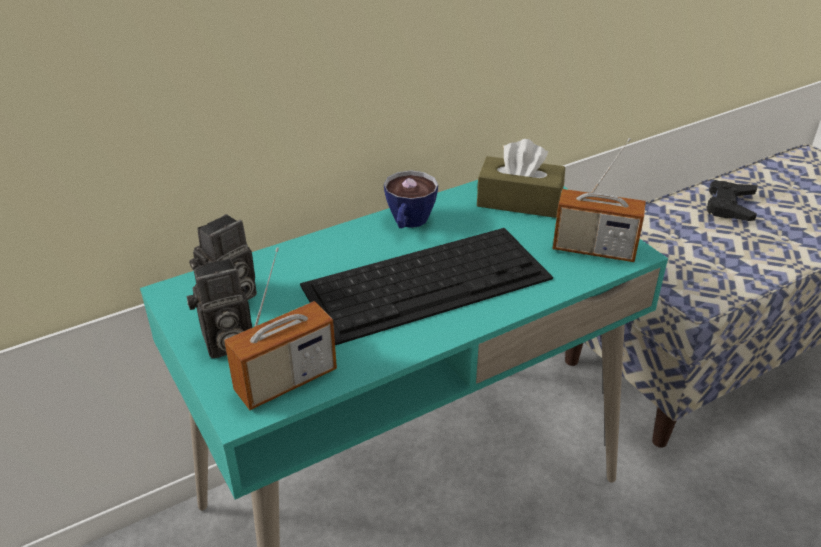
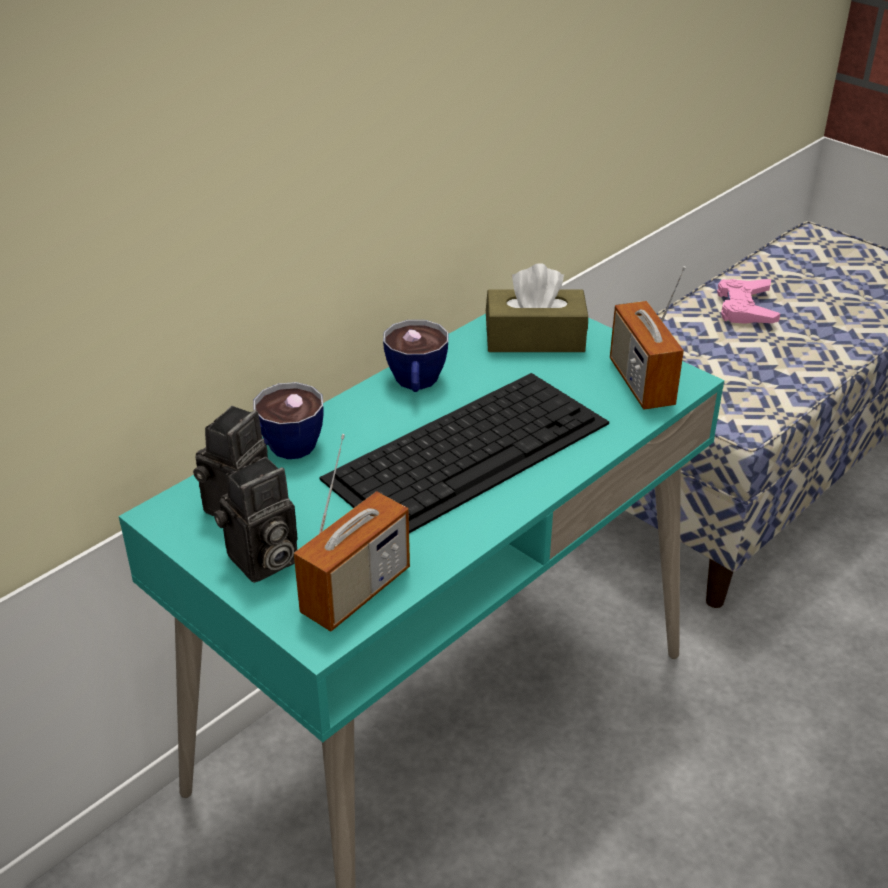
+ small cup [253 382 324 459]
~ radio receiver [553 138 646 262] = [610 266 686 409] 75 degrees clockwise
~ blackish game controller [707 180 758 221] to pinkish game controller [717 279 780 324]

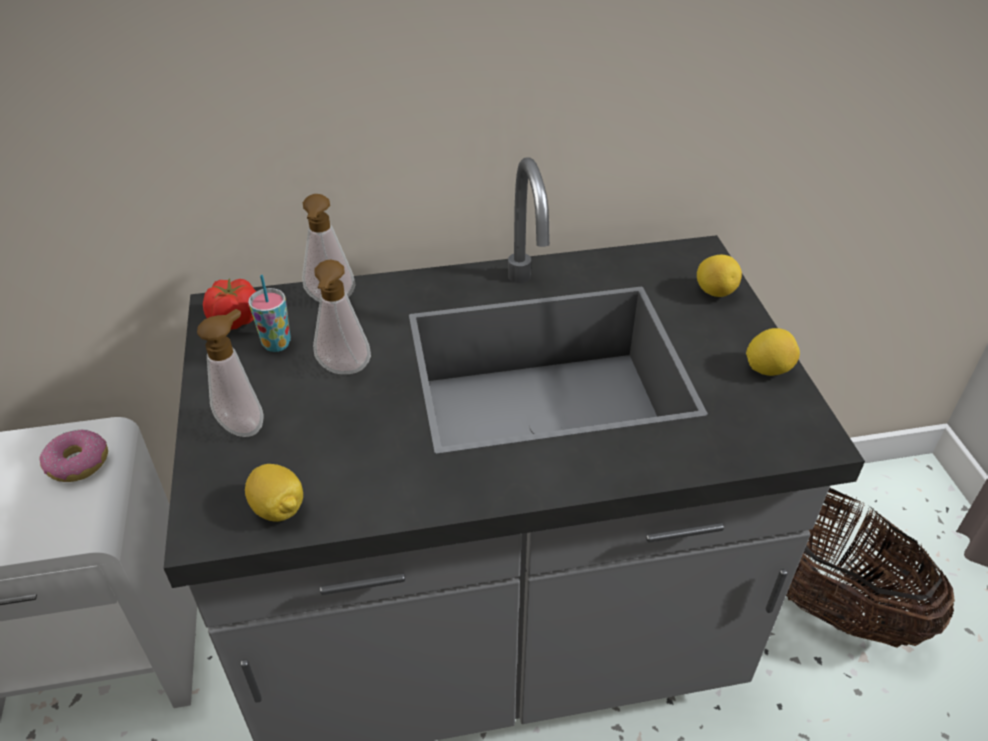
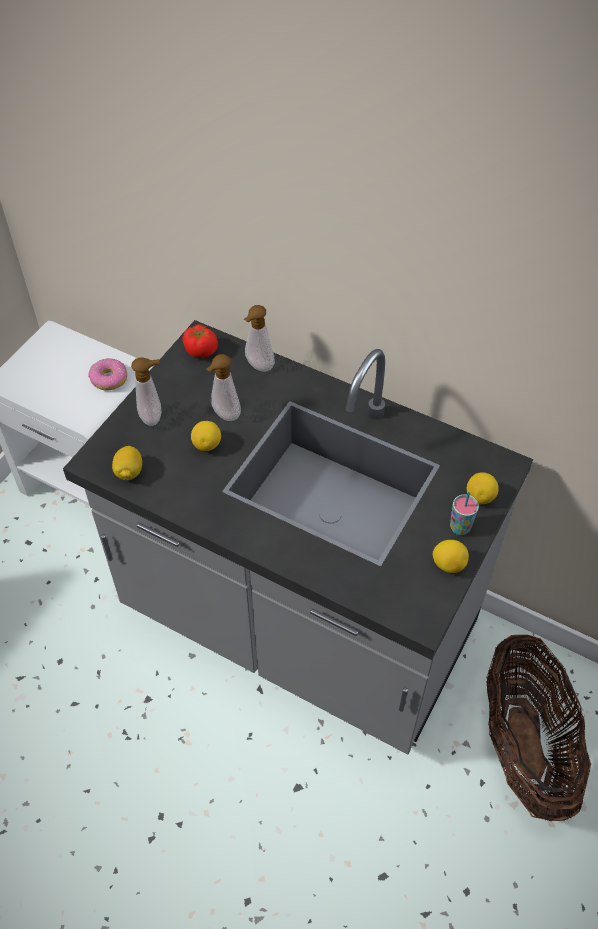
+ lemon [191 421 221 451]
~ small cup [248 275 291 352] to [450 492 479 535]

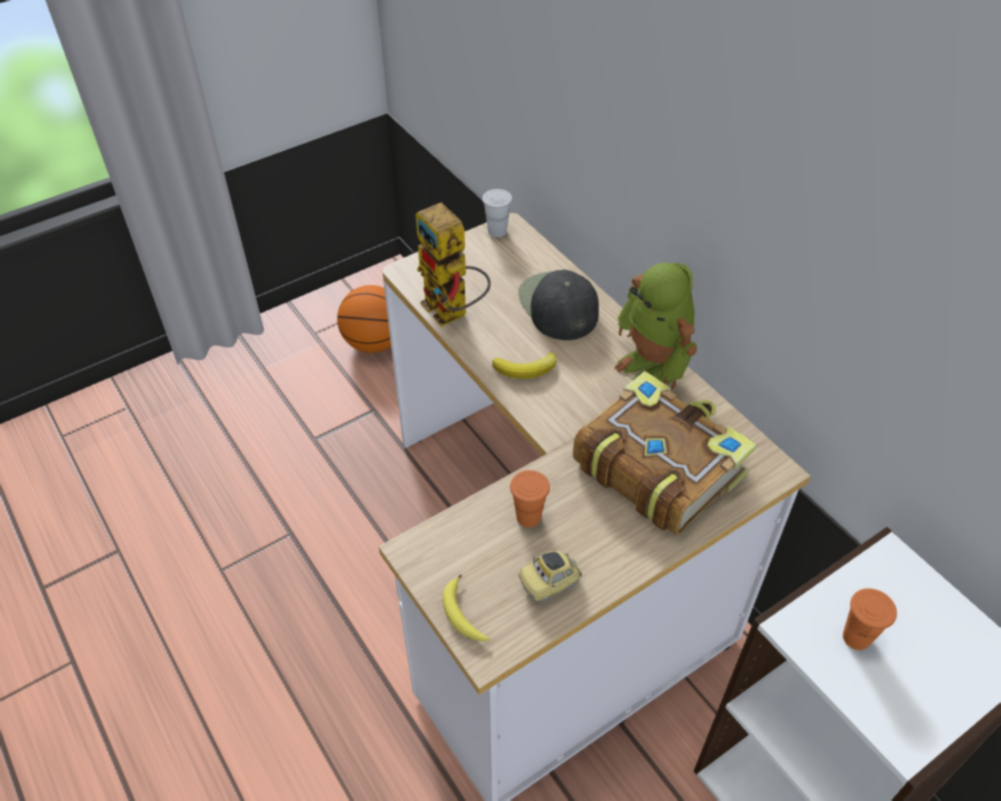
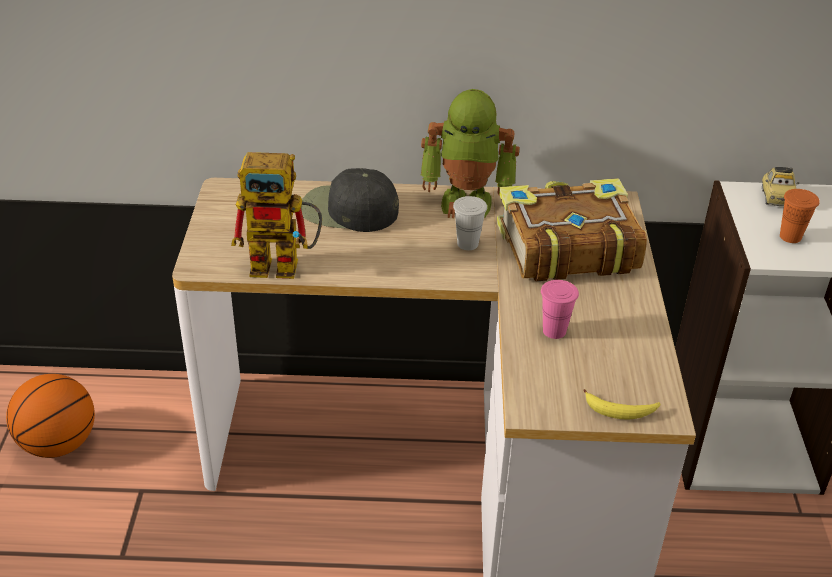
~ whitish small cup [482 189 512 237] to [453 196 487 250]
~ orange small cup [510 470 550 528] to pinkish small cup [541 280 579 339]
~ toy car [518 551 582 602] to [762 167 799 206]
- whole banana [492 352 556 379]

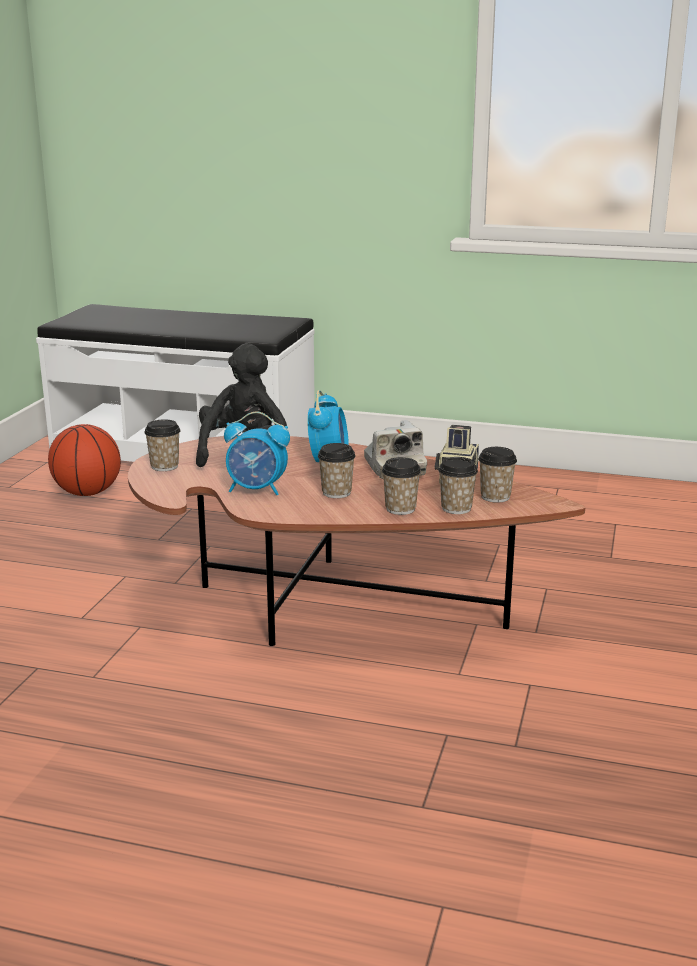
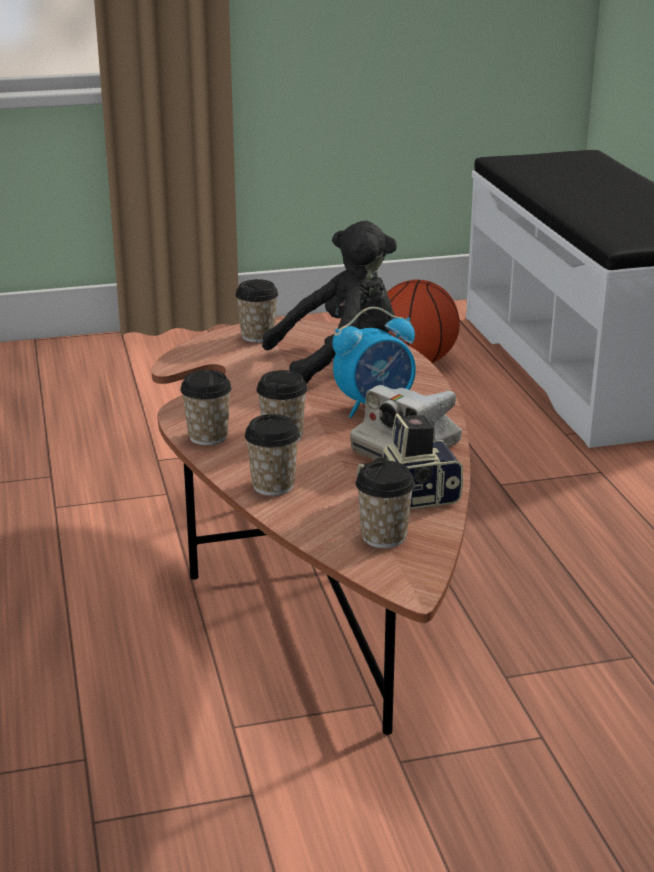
~ small cup [438 457 478 514] to [180 370 232 445]
- table clock [224 411 290 495]

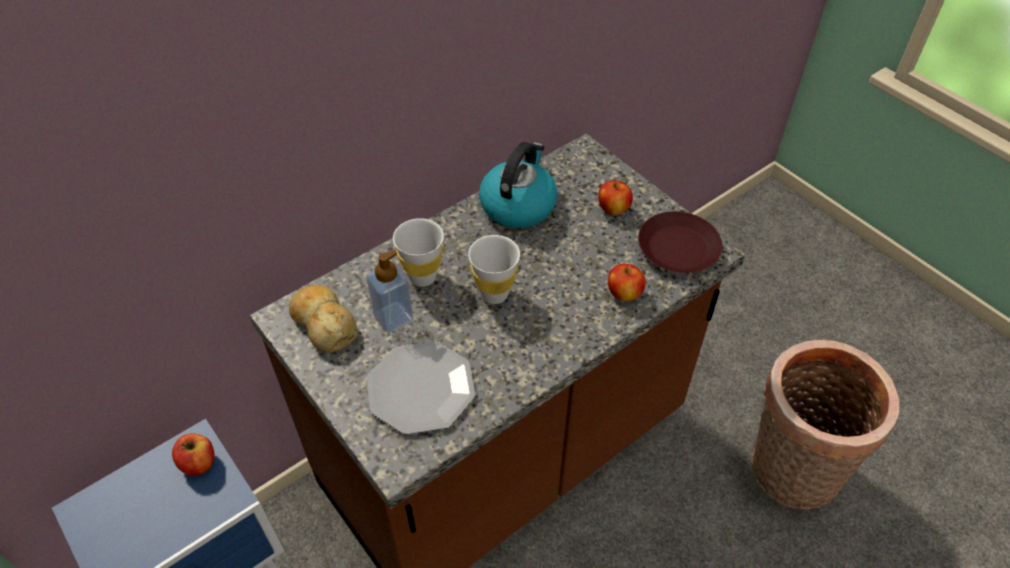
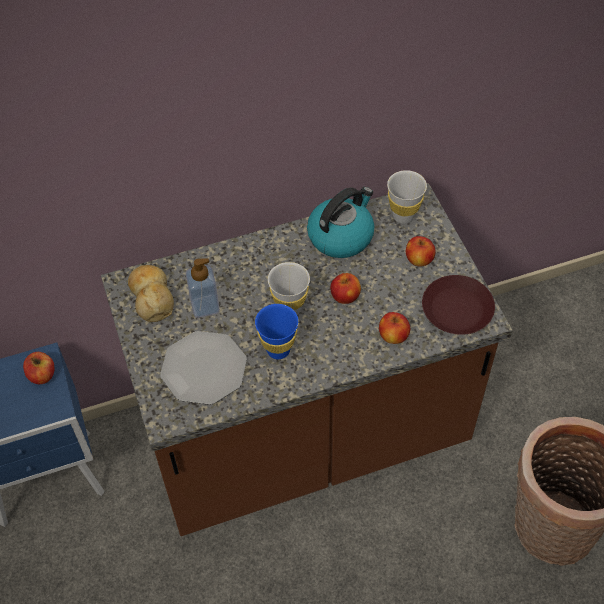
+ blue small cup [255 304 299 359]
+ apple fruit [330 273 361 304]
~ whitish small cup [393 218 444 287] to [387 170 427 224]

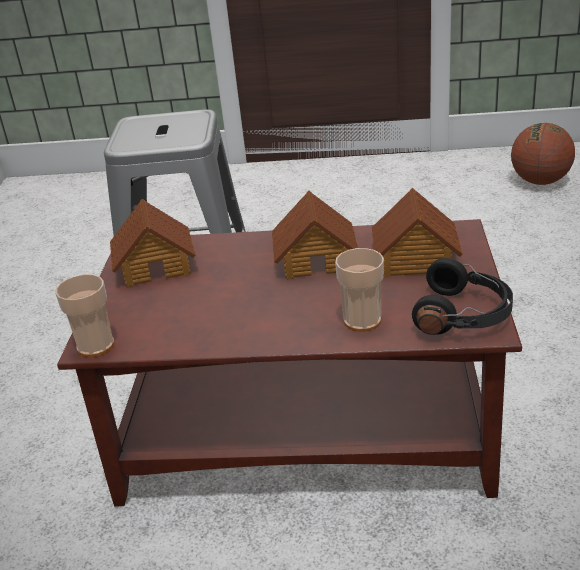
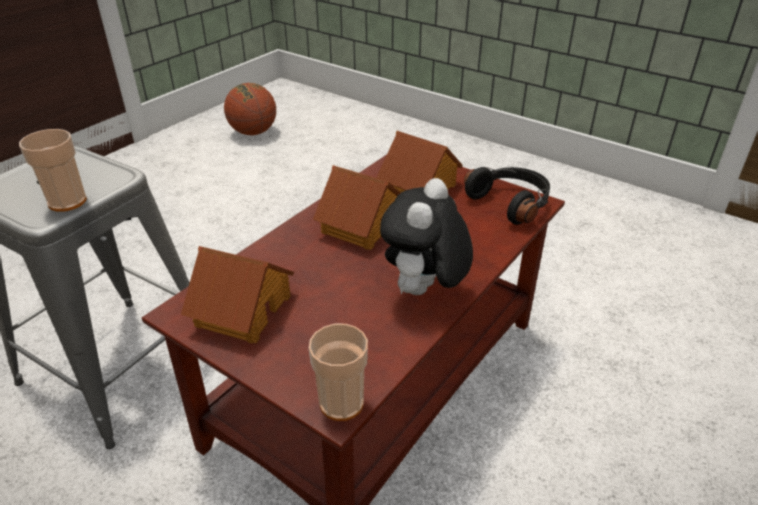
~ small cup [335 248 384 332] to [19 129 87 212]
+ soft toy [380 178 473 295]

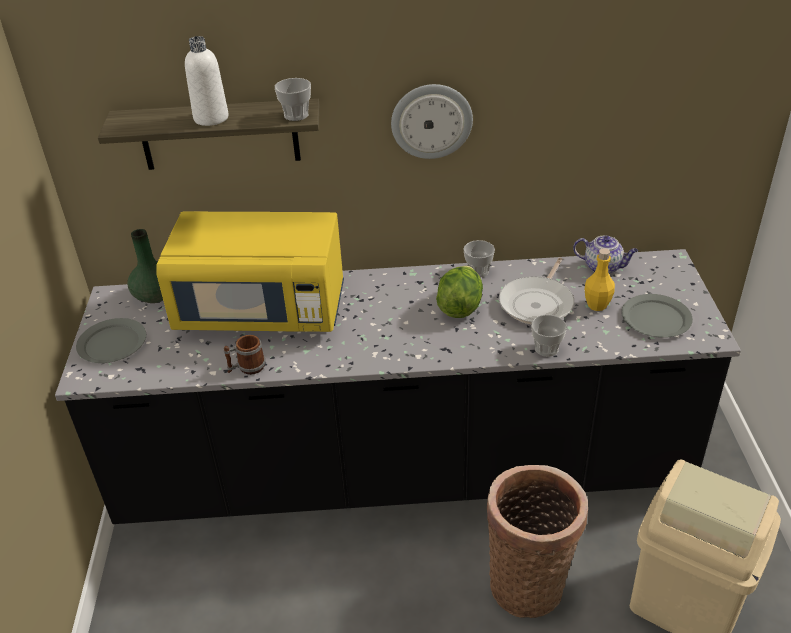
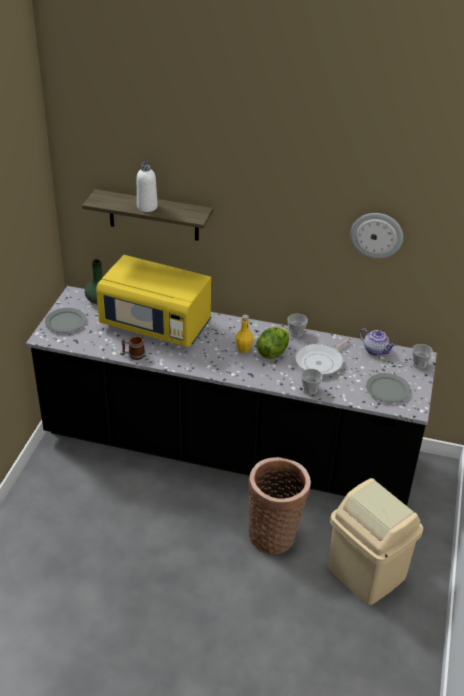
~ yellow drink bottle [585 248 615 311] to [235 315 254 353]
~ hanging clock [391 84 473 159] to [350 213 403 258]
~ small cup [275 78 311 121] to [412 344 433 369]

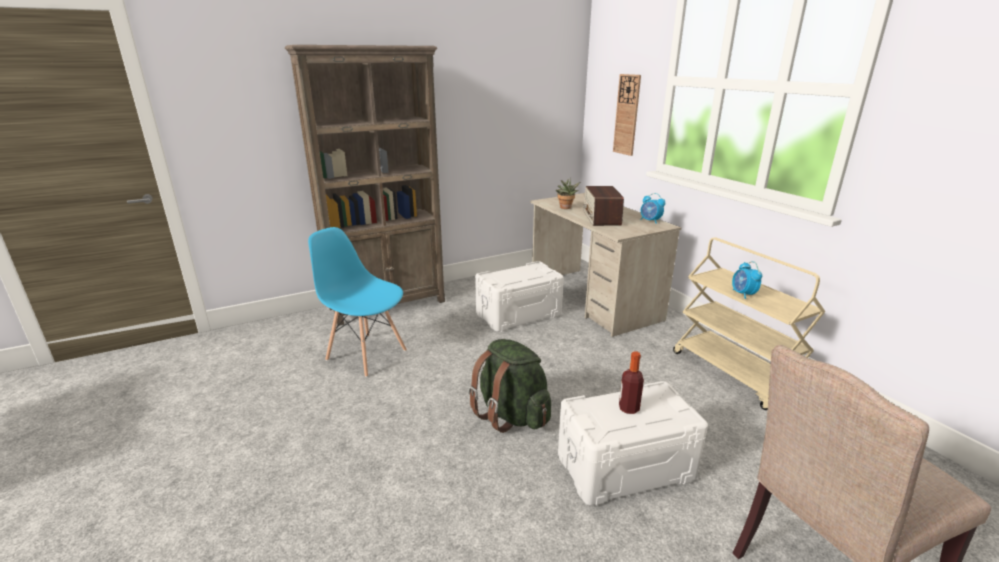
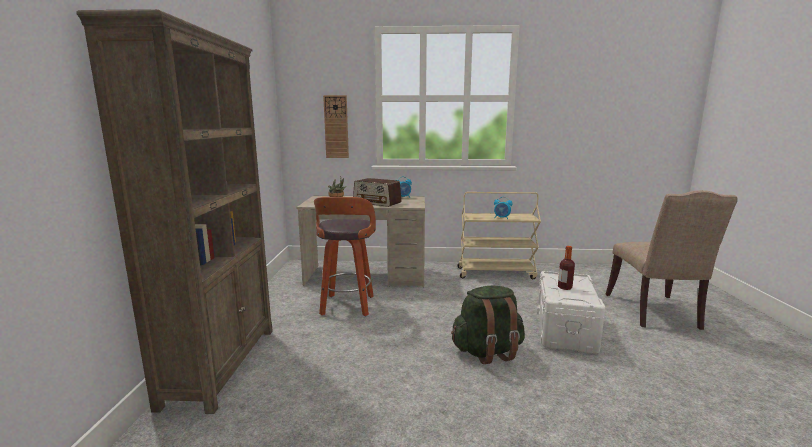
~ whitish storage bin [475 261 564 332] to stool seat [314 197 376 316]
- blue upright chair [308 227 407 377]

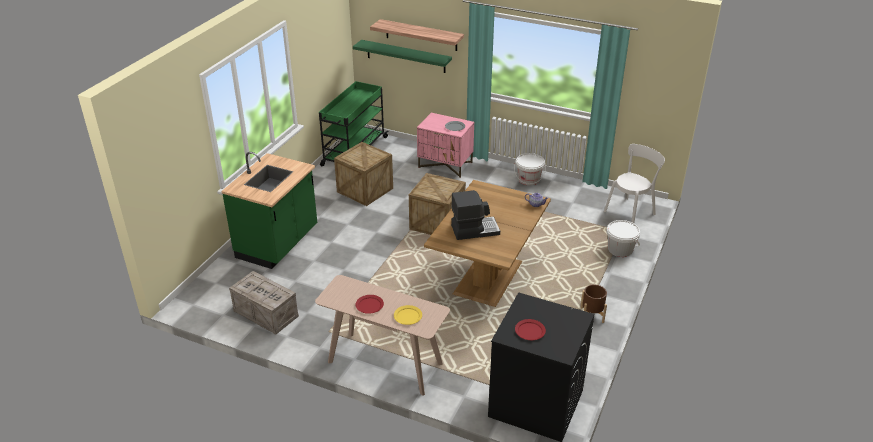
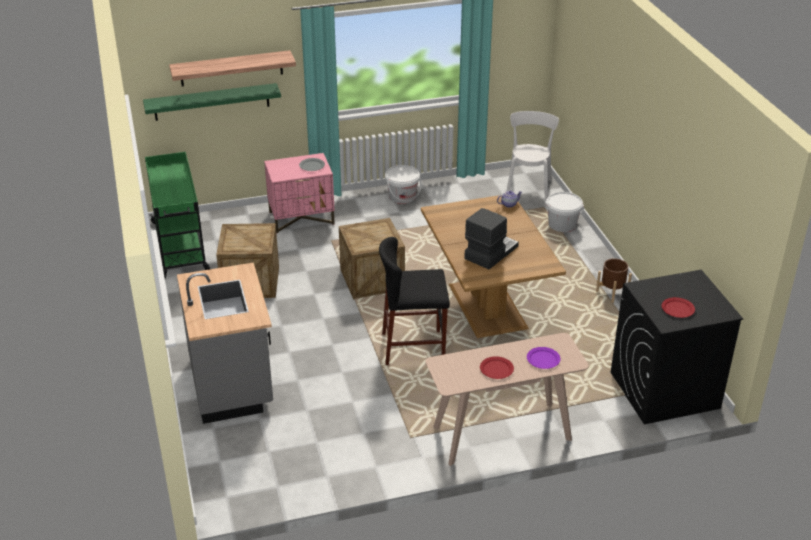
~ green kitchen counter [221 152 317 269] to grey kitchen counter [177 262 273 424]
+ blackish stool seat [379 237 450 365]
~ yellow dinner plate [394 305 422 325] to purple-coloured dinner plate [527 347 560 369]
- packing crate [229 271 299 335]

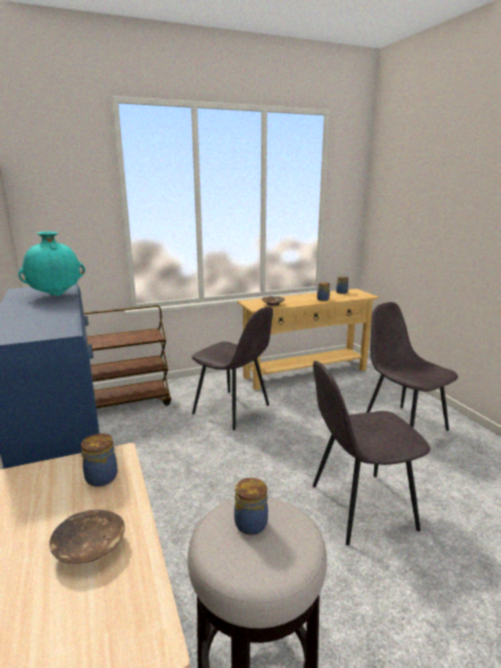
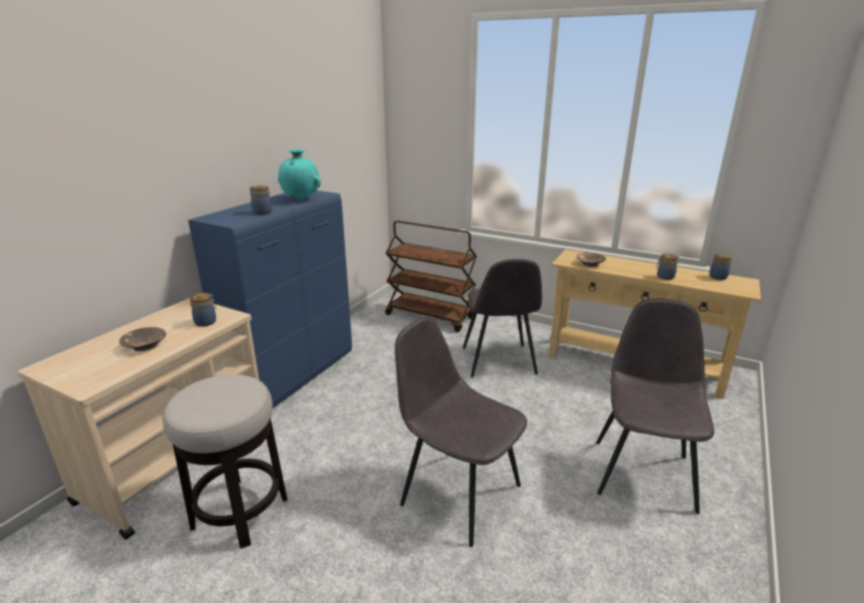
~ storage jar [234 478 268 535] to [250 185 272 215]

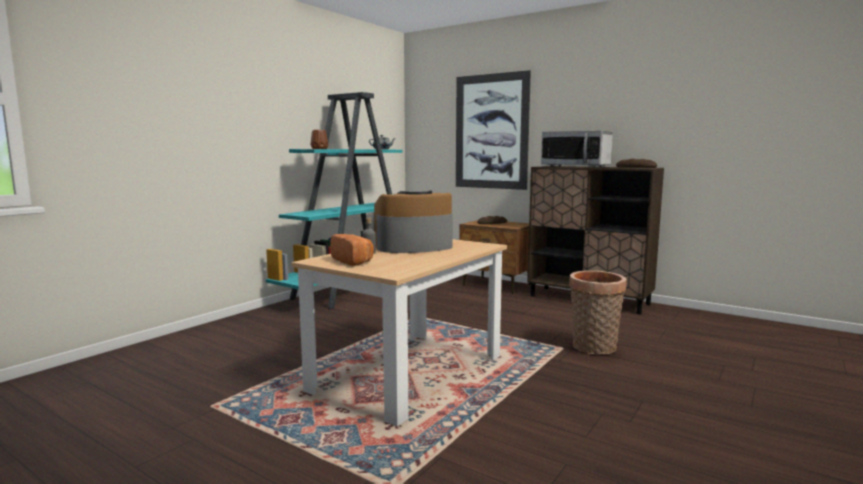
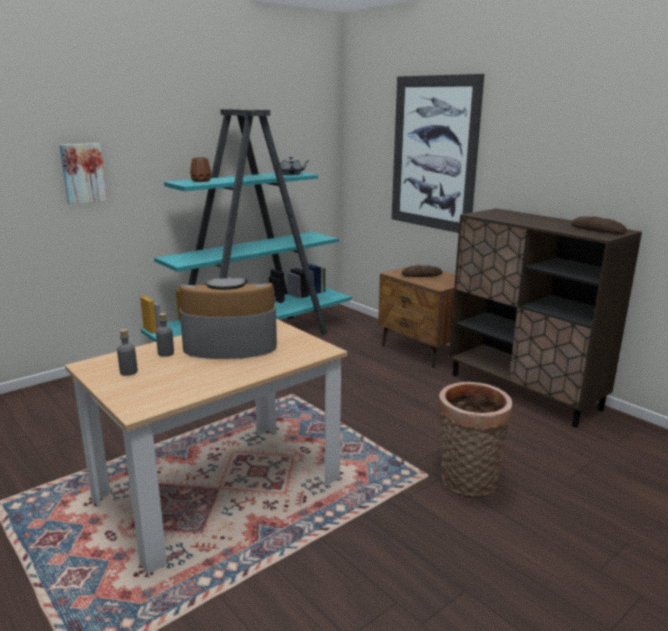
+ picture [60 143 107 204]
~ baked bread [330 234 374 266] to grey drink bottle [117 329 138 376]
- microwave [541 130 613 167]

